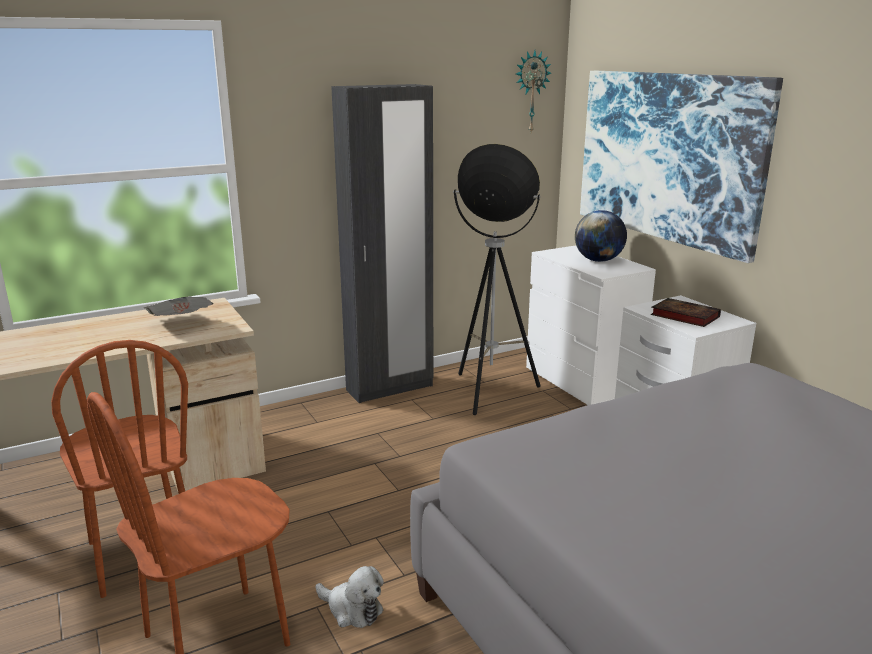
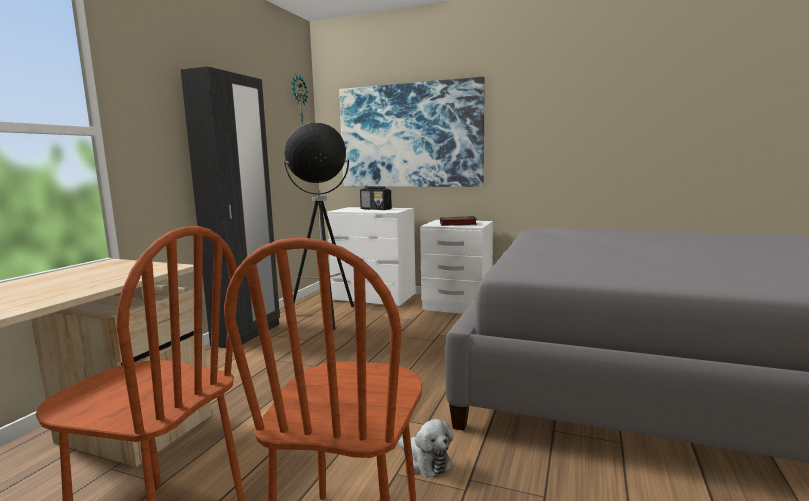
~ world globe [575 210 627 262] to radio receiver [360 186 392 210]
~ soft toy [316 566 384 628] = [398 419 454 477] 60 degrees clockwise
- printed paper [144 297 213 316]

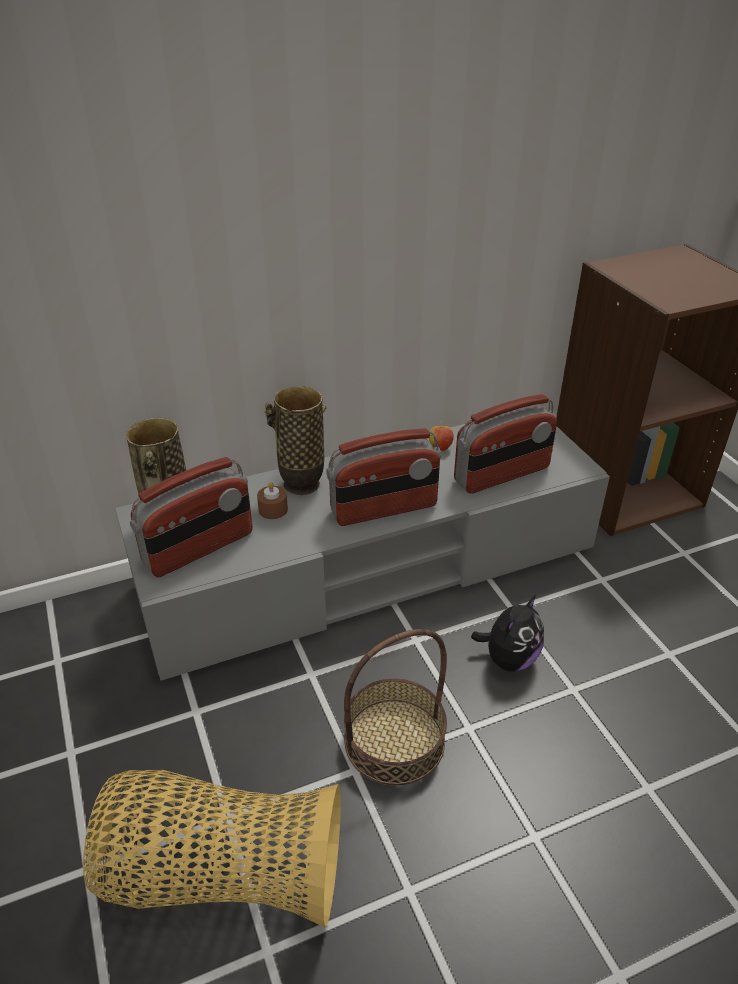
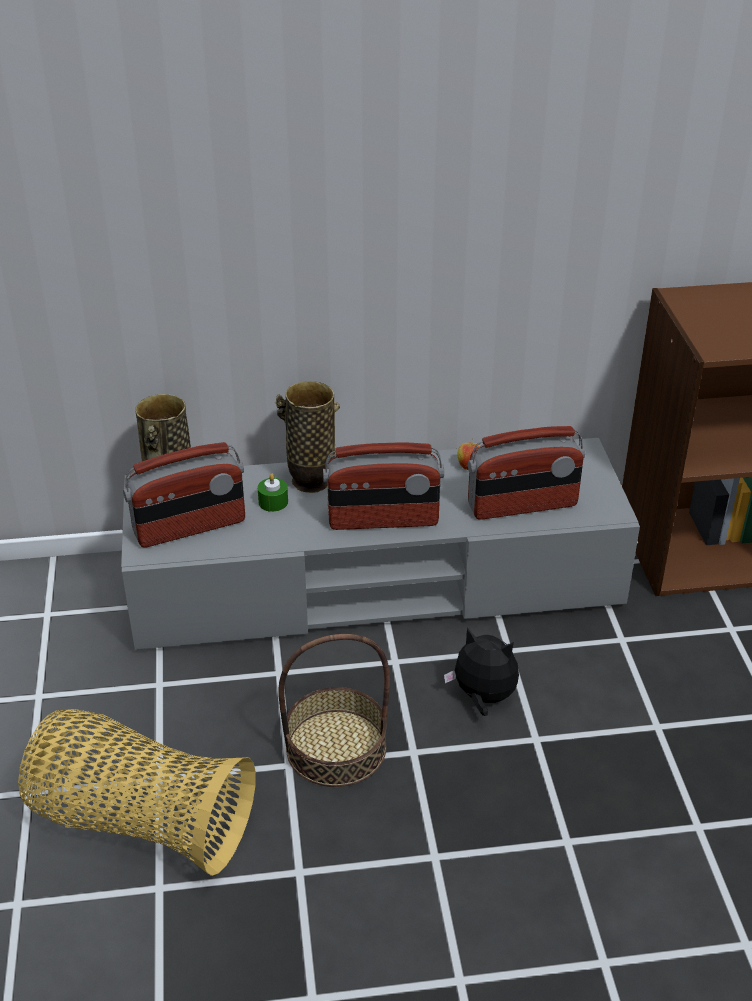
~ brown-coloured candle [257 482 288 519] to green candle [257 474 288 512]
~ soft toy [471 595 544 672] = [444 627 519 716] 120 degrees counterclockwise

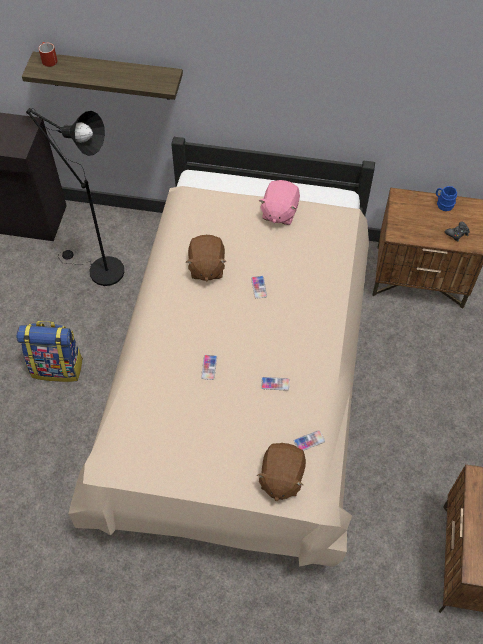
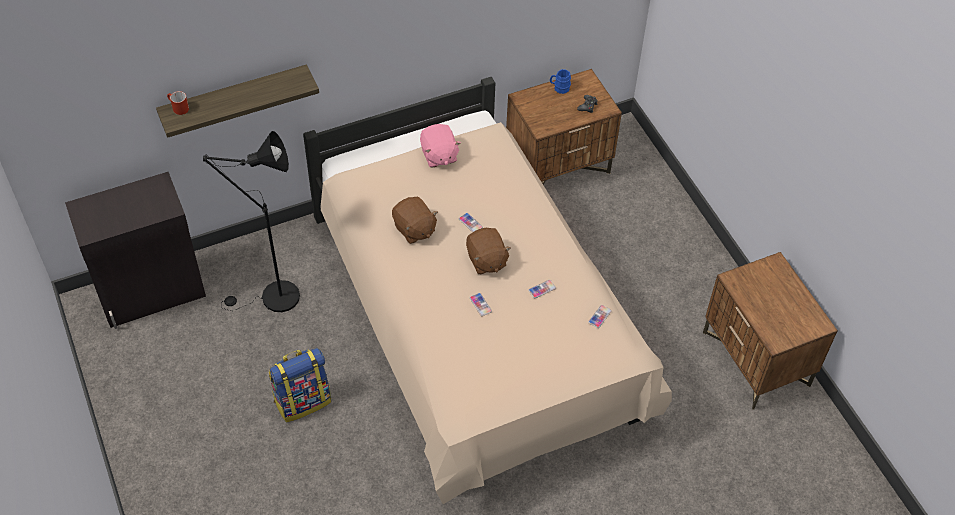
~ brown-coloured soft toy [257 443 306 501] to [466 228 511 274]

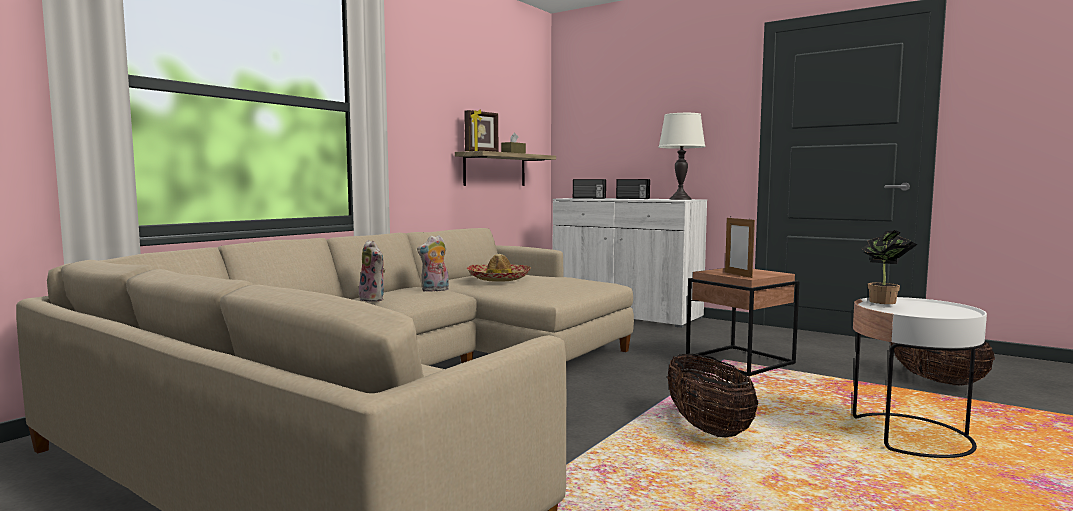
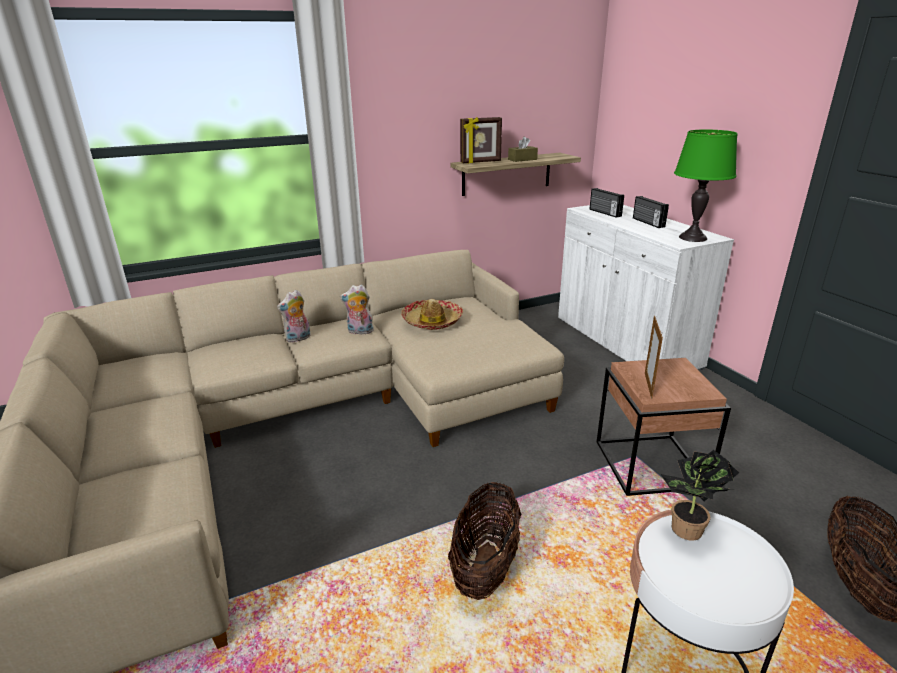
~ soft toy [359 240 385 302] = [277 290 311 343] 60 degrees clockwise
~ whitish tabletop lamp [658 113 706 200] to green tabletop lamp [674 129 738 242]

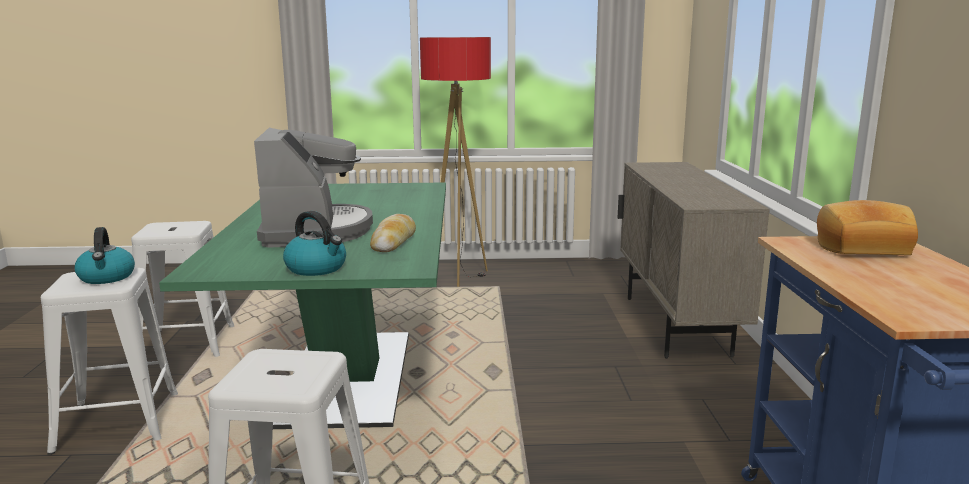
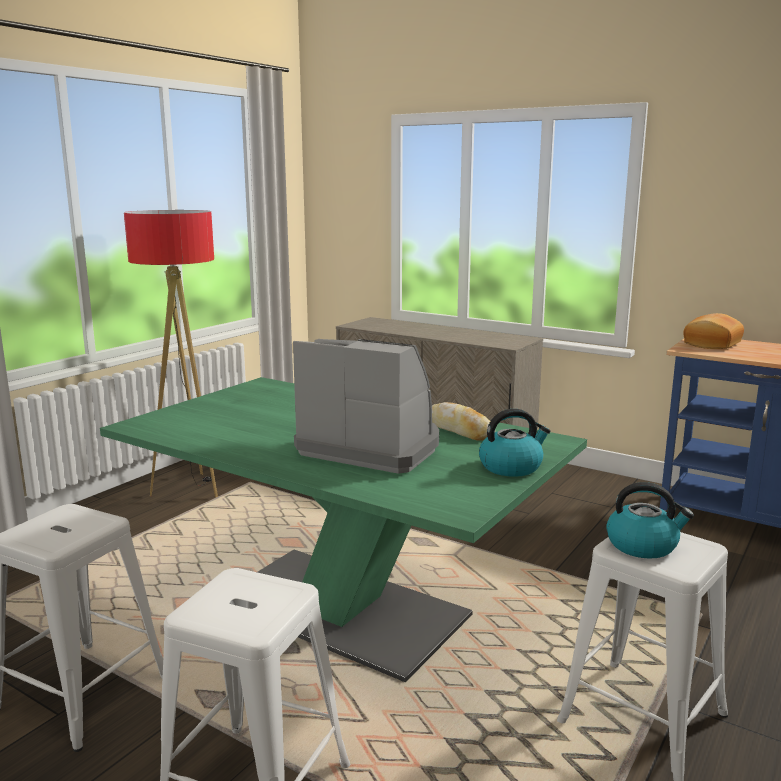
~ tea kettle [75 227 135 284] to [606 482 694 559]

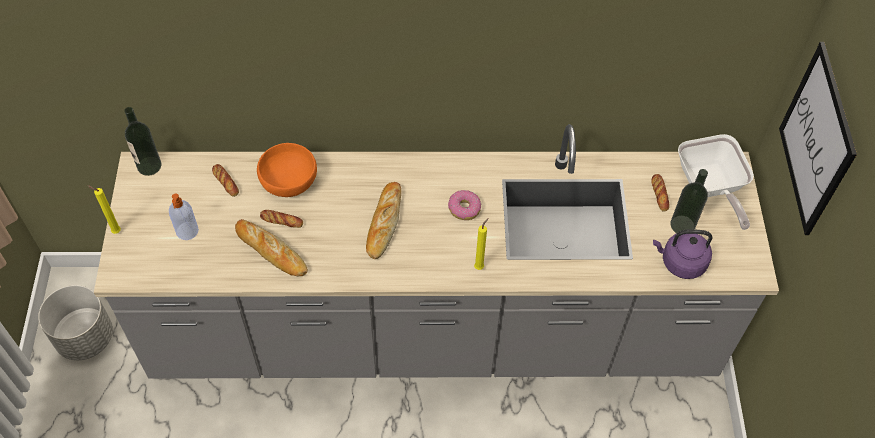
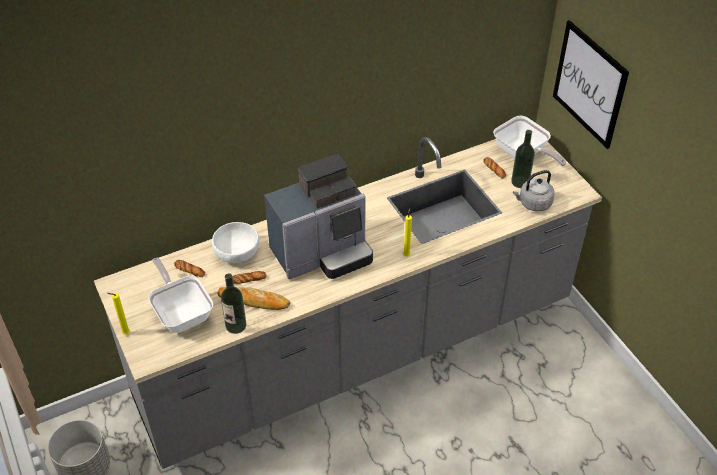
~ soap bottle [169 193 199 240] to frying pan [148 258 213 333]
~ orange deep dish [257 143 317 197] to whitish deep dish [212 222 259 263]
~ drink bottle [124 107 161 176] to [221 273 246 334]
~ baked bread [366 182 401 259] to coffee maker [264 154 373 279]
~ purple-coloured tea kettle [653 229 712 279] to grey tea kettle [513 170 555 212]
- ring doughnut [448 190 481 220]

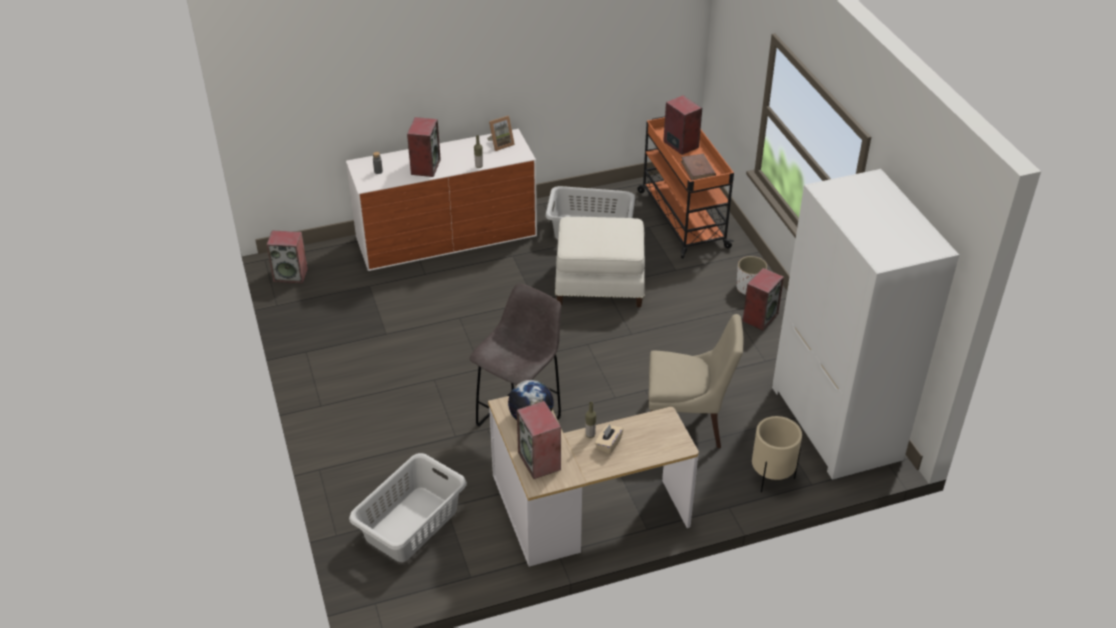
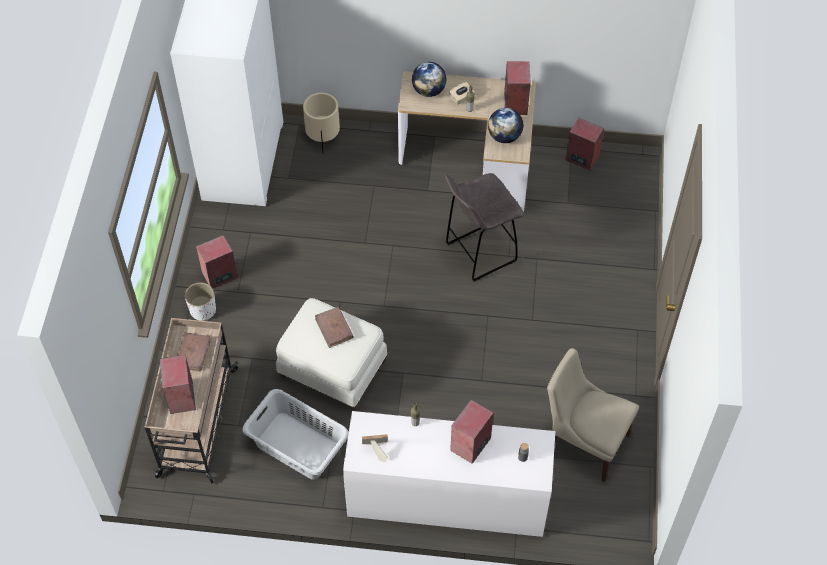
~ orange trolley [637 116 734 259] to sand-coloured trolley [144 318 239 483]
+ brown-coloured book [315 307 354 348]
+ world globe [412 62 446 97]
~ sand-coloured upright chair [648 314 743 448] to [547 348 639 482]
~ audio speaker [266 231 308 283] to [565 118 604 170]
- grey washing basket [349 453 467 562]

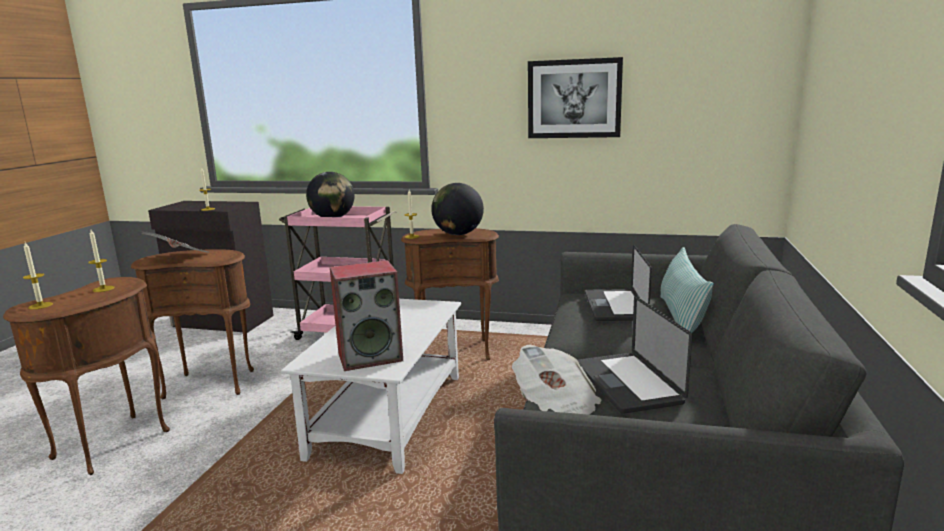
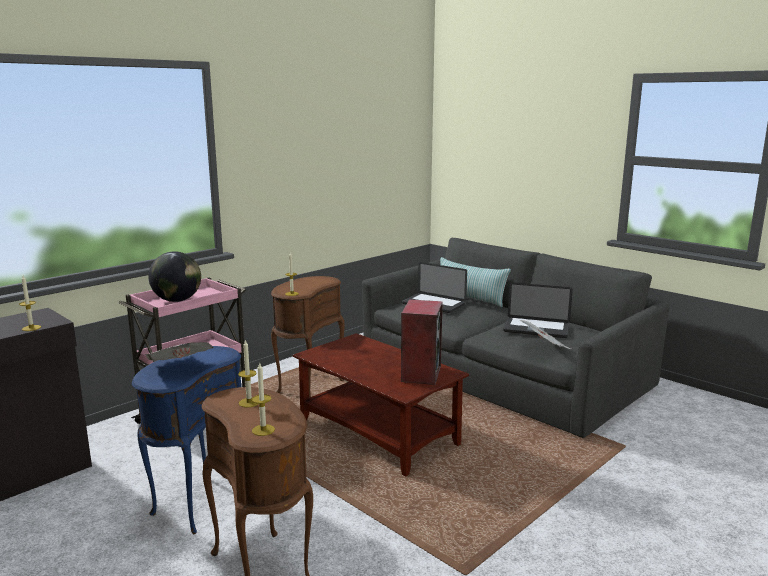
~ brown-coloured accent table [131 250 254 400] to blue accent table [132 346 241 534]
~ whitish lounge table [281 299 461 474] to brown-coloured lounge table [293 333 469 477]
- world globe [431 183 484 235]
- picture [528 57 623 138]

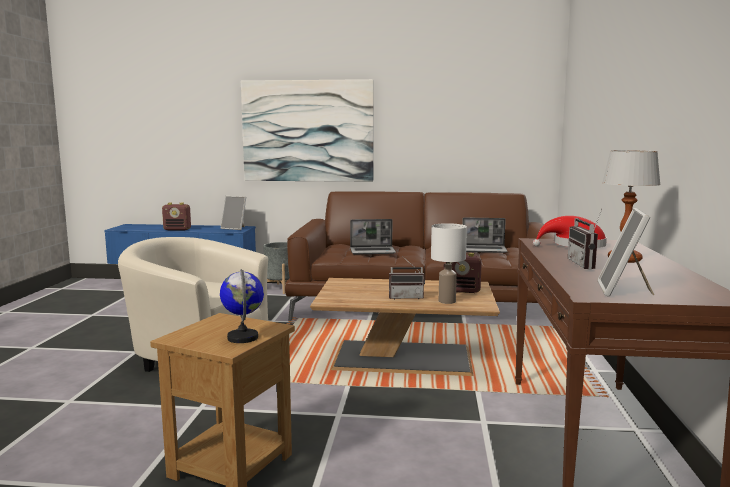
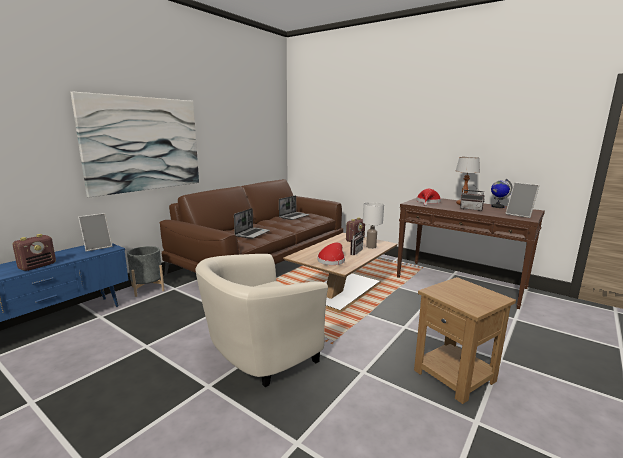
+ red clothing hat [318 243 345 265]
~ world globe [220 269 264 343] to [491 179 513 208]

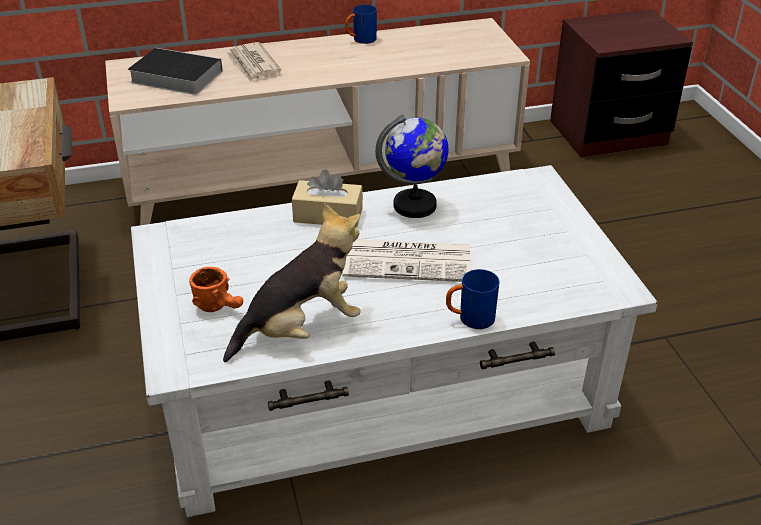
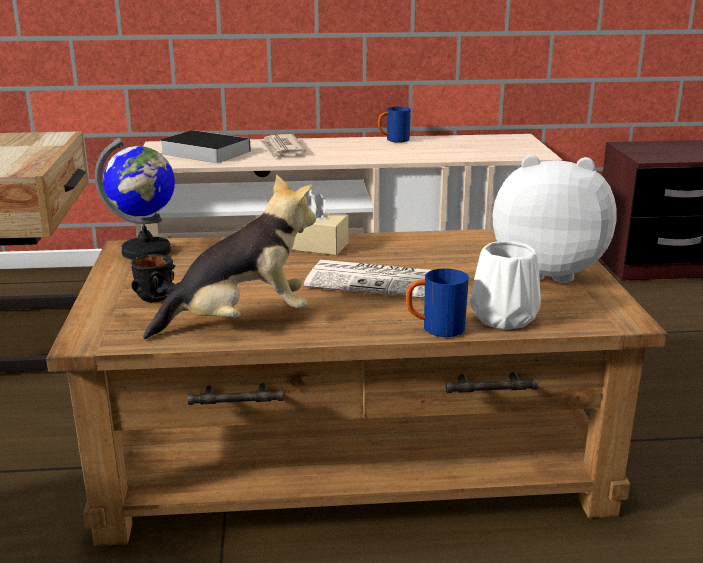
~ whitish lounge table [131 165 658 517] to brown-coloured lounge table [46 229 668 546]
~ world globe [375 114 449 218] to [95 137 175 260]
~ orange tea mug [189 267 243 312] to blackish tea mug [131 254 180 302]
+ whitish flower vase [470 241 541 330]
+ soft toy [493 155 617 283]

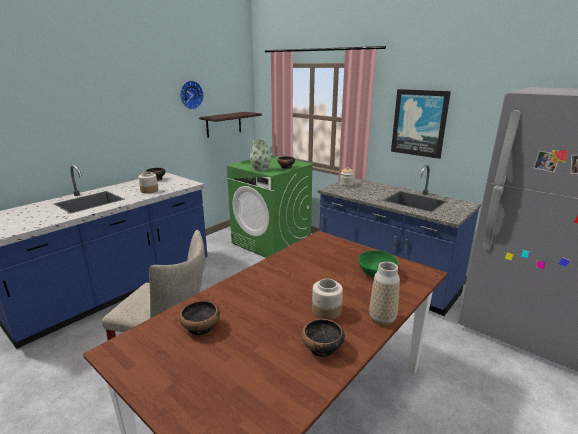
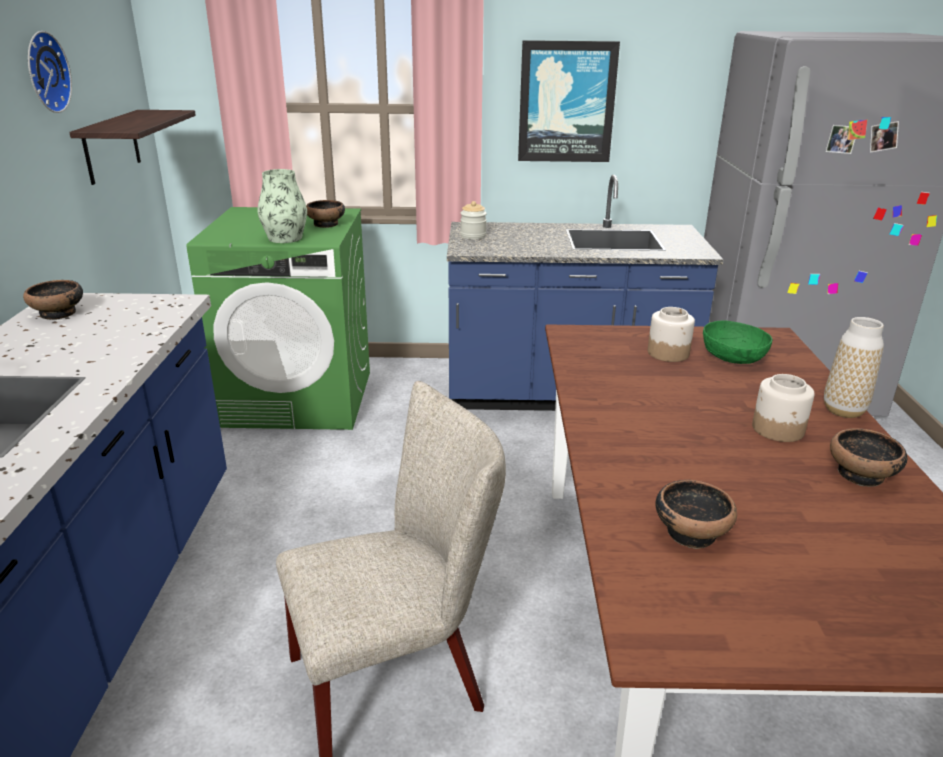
~ storage jar [138 172 158 193] to [648 307 695 362]

